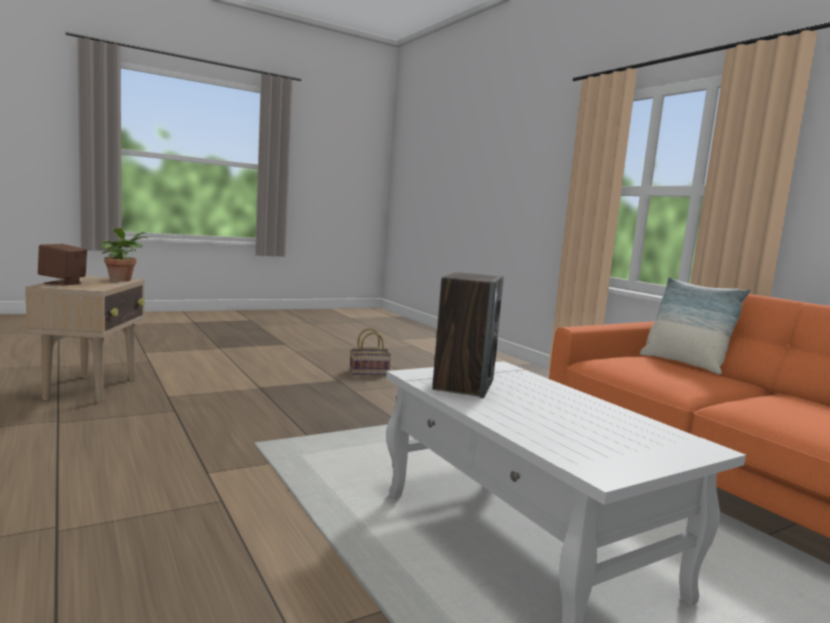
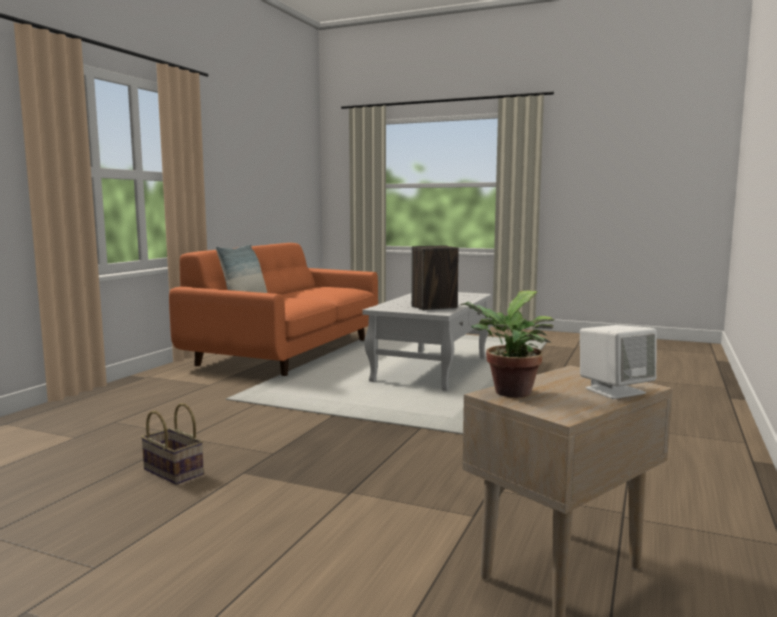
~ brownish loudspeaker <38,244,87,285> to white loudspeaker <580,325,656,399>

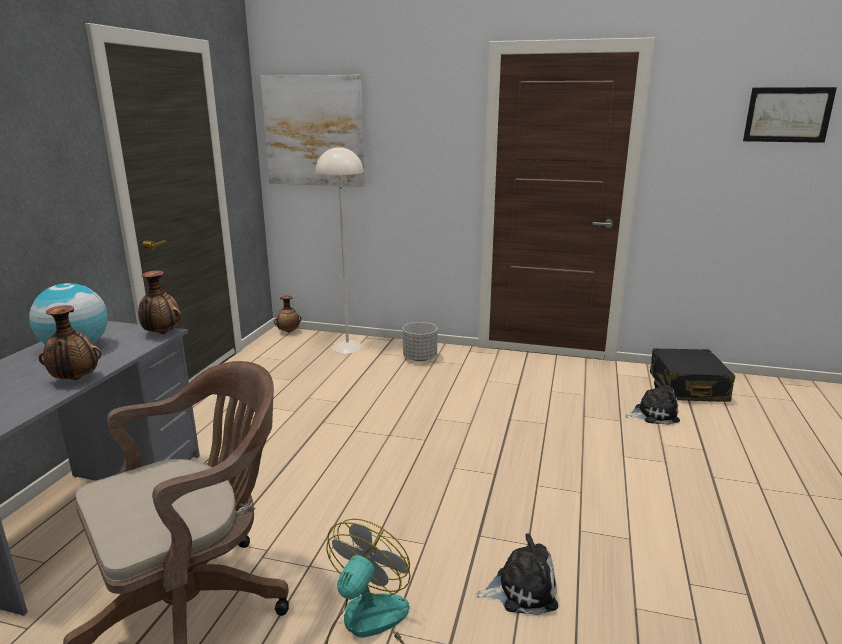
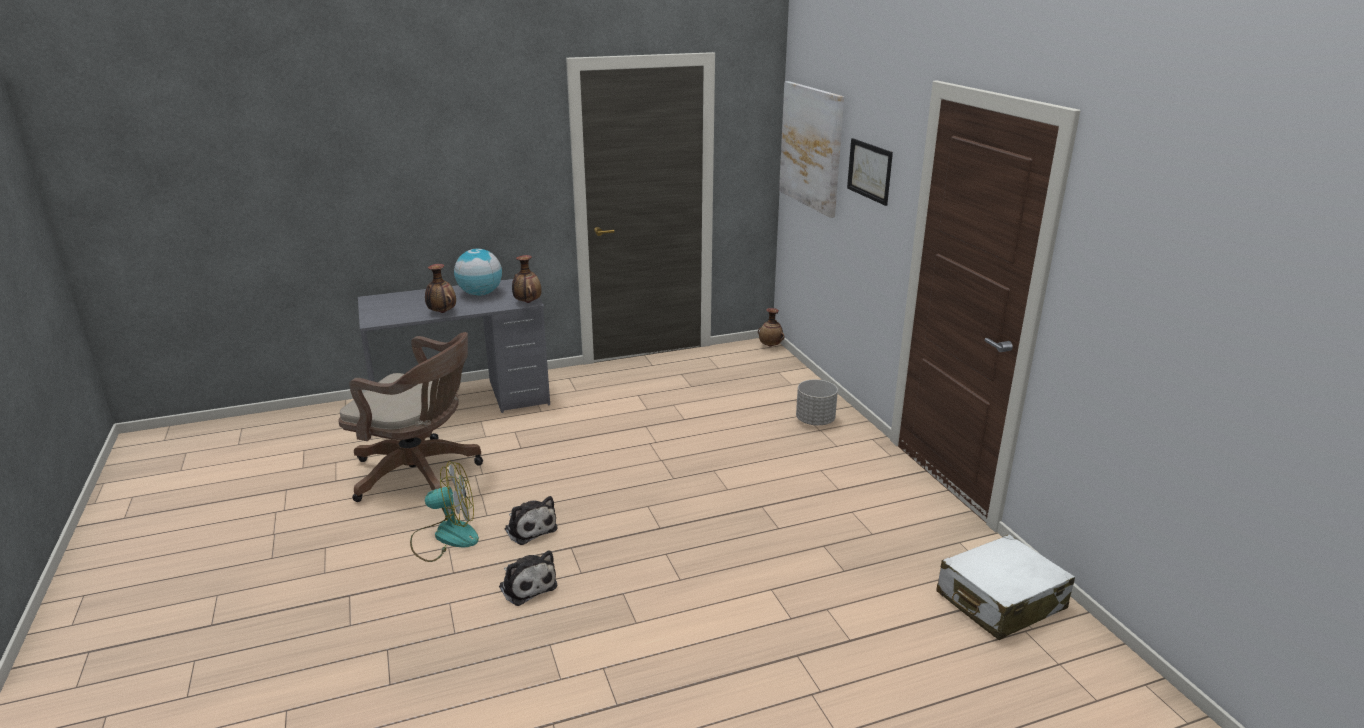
- sand-coloured standing lamp <316,146,364,354>
~ soft toy <625,380,680,425> to <505,496,558,545>
~ wall picture <743,87,837,143> to <847,138,893,206>
~ black travel case <650,348,735,402> to white travel case <936,534,1075,640>

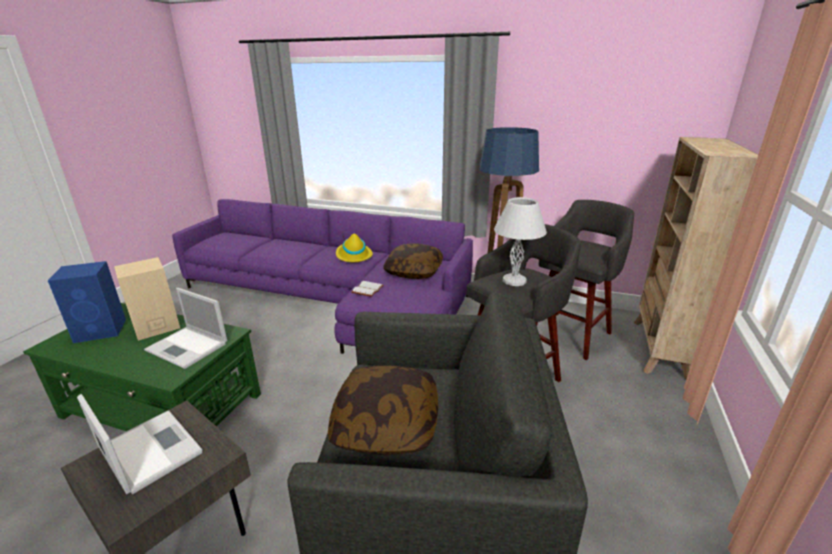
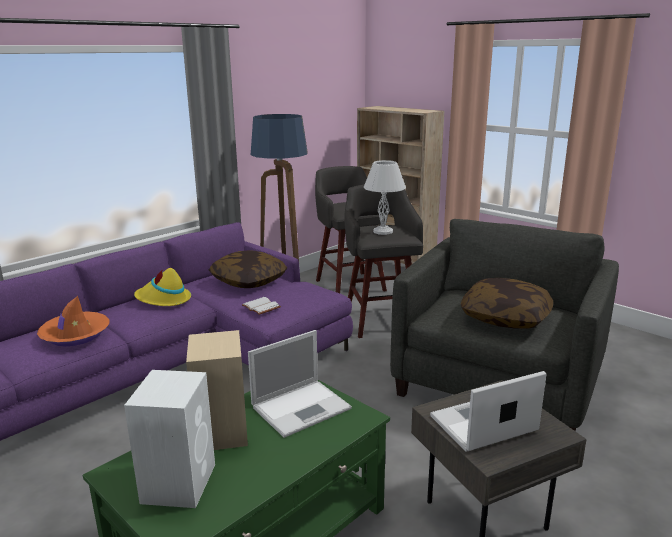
+ orange-coloured wearable hat <37,296,110,346>
~ blue-coloured loudspeaker <48,261,126,343> to white loudspeaker <124,370,215,508>

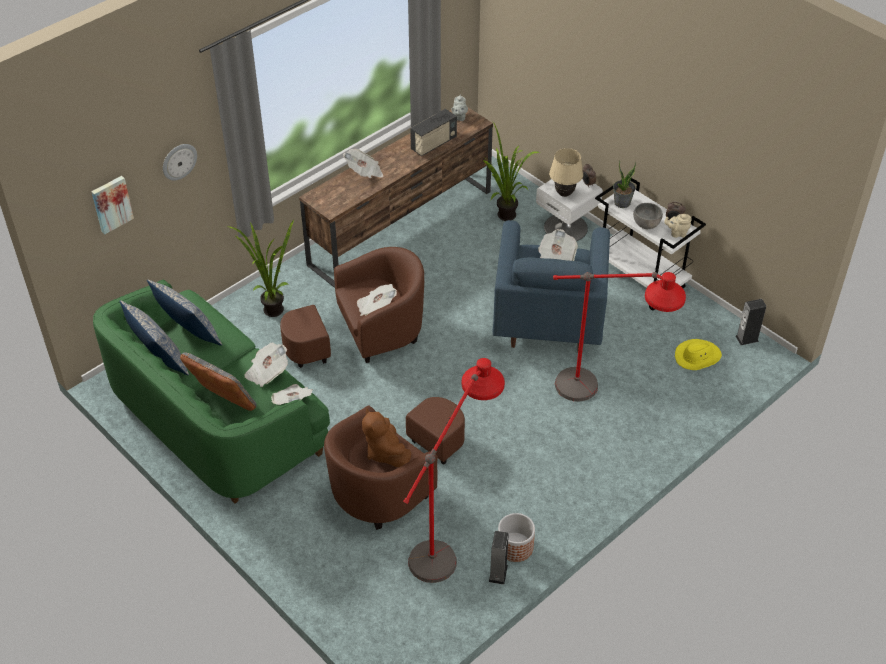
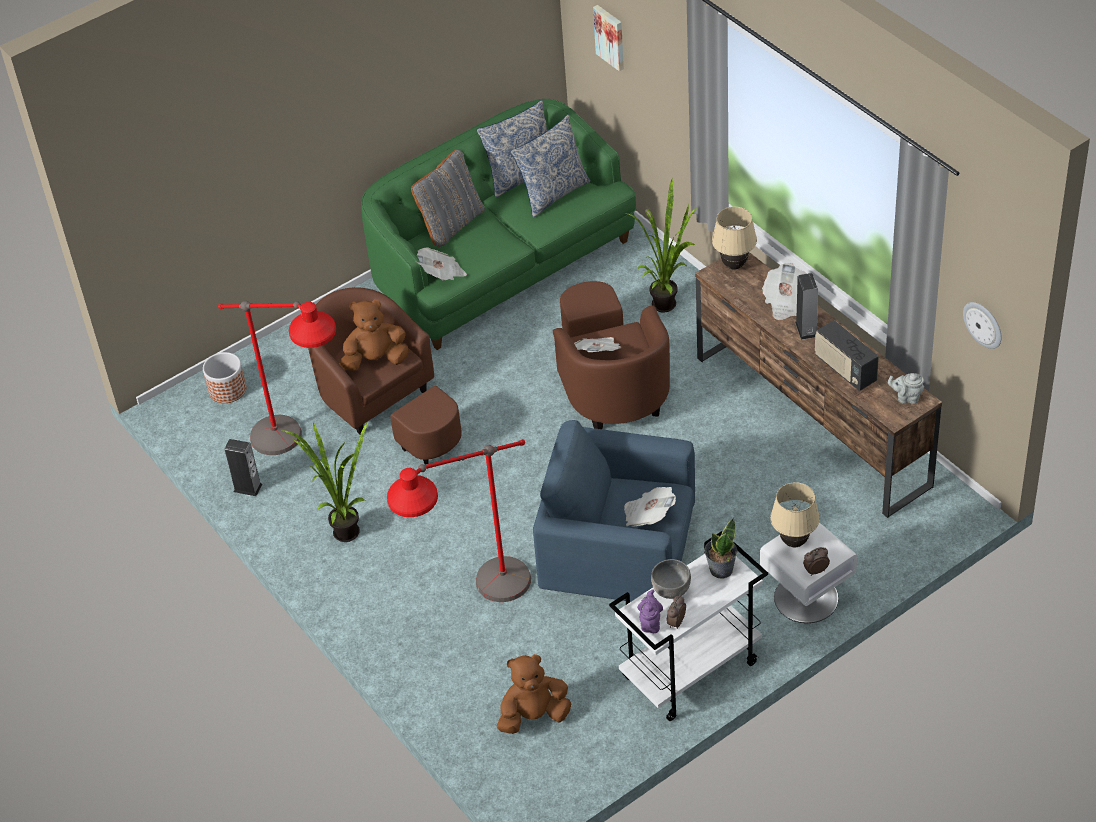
- printed paper <245,342,288,387>
+ sand-coloured table lamp <712,207,757,270>
~ hanging clock <163,144,197,180> to <963,302,1002,349>
~ potted plant <483,120,539,221> to <280,421,368,542>
~ planter <498,513,535,562> to <203,352,246,403>
~ loudspeaker <735,299,766,345> to <795,273,818,340>
~ yellow wearable hat <675,339,722,370> to brownish soft toy <497,654,571,734>
~ sand-coloured tea pot <664,214,692,238> to purplish tea pot <637,589,663,633>

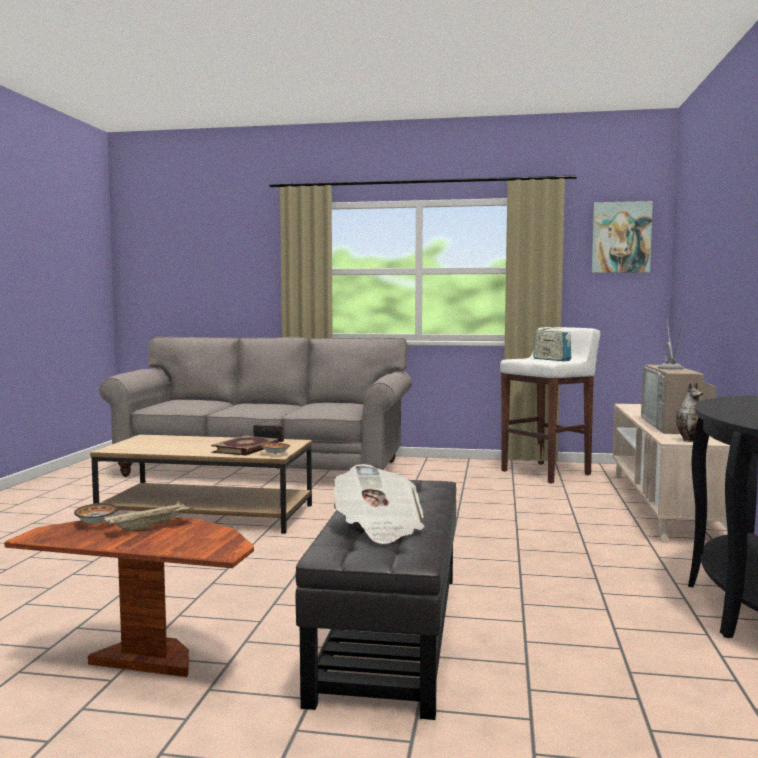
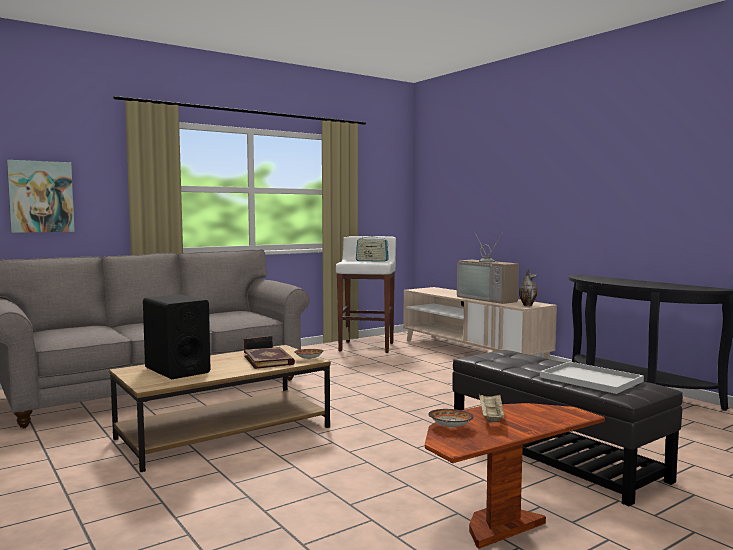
+ black loudspeaker <143,294,211,379>
~ wall picture <591,201,653,273> to <7,160,75,233>
~ printed paper <333,464,424,544> to white serving tray <540,361,644,394>

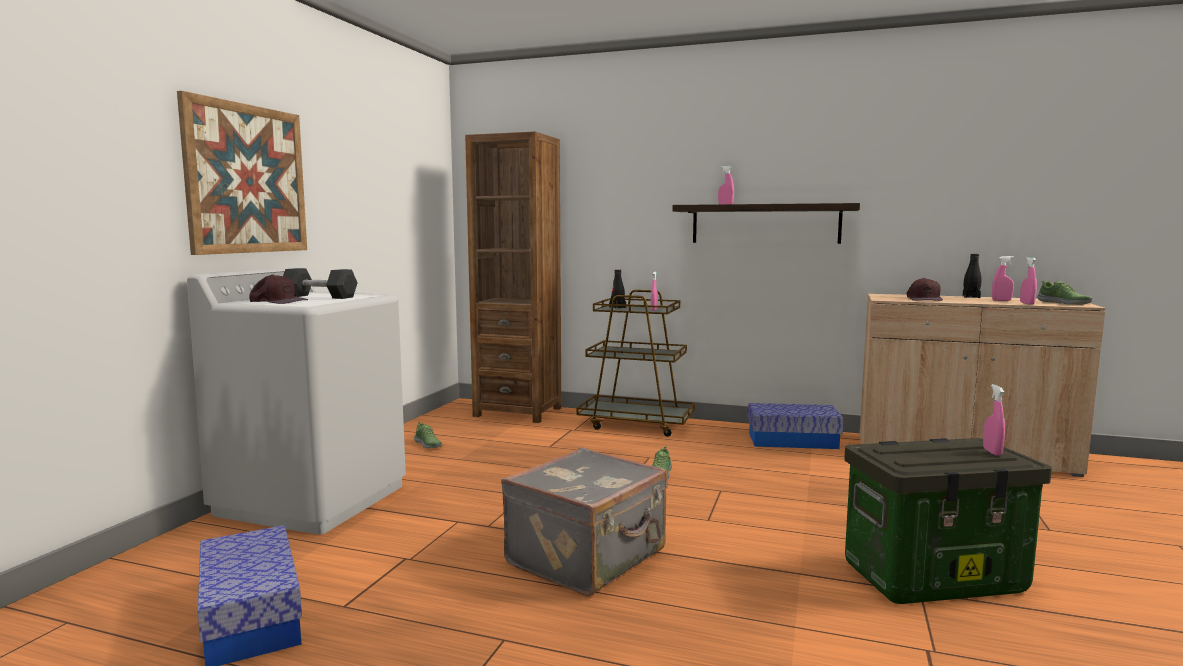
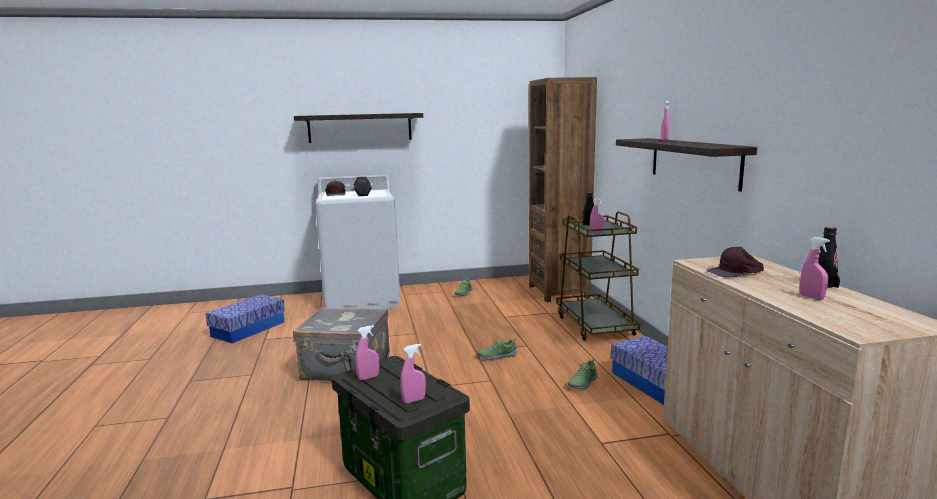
~ pink sprayer <1020,257,1037,305> to <355,325,379,380>
~ shoe <1037,280,1092,305> to <568,359,598,390>
~ wall picture <177,91,307,255> to wall shelf <294,113,423,143>

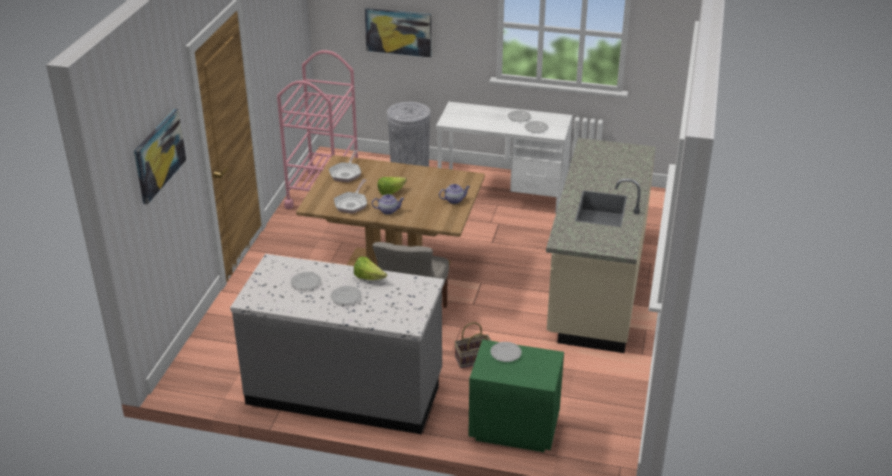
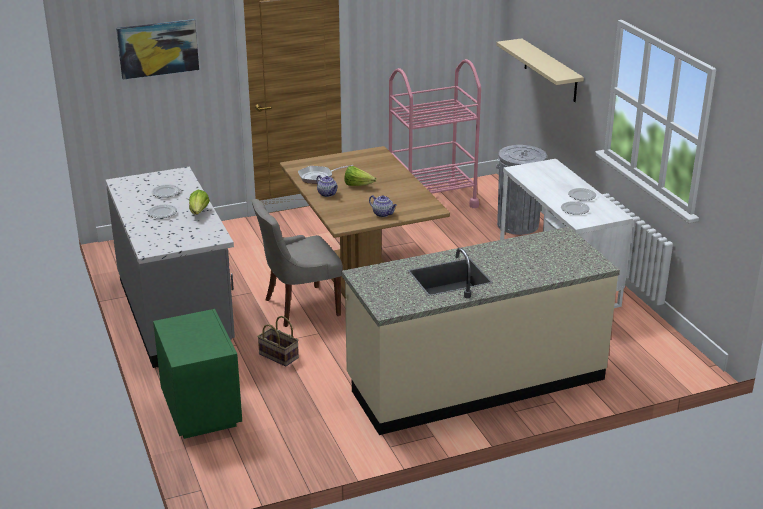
- pan <329,150,361,182>
- dinner plate <490,342,522,362>
~ wall picture <365,8,431,58> to sand-coloured wall shelf <496,38,584,102>

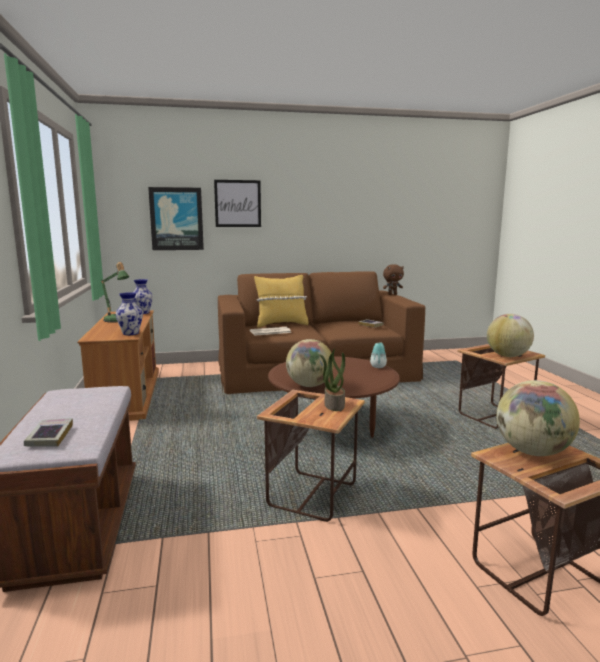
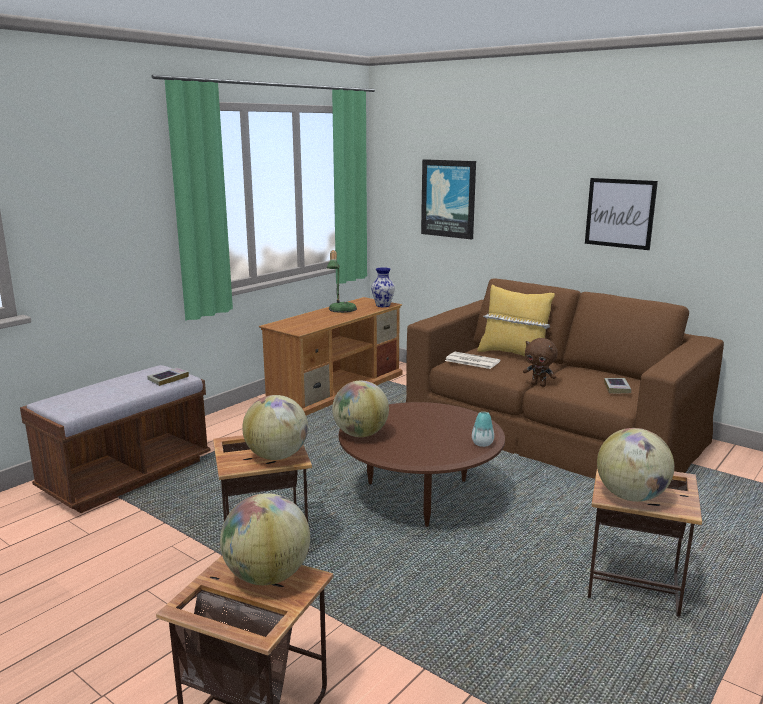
- vase <116,292,143,335>
~ bound book <24,418,73,447> to <147,367,189,386>
~ wall picture <214,180,261,227> to <585,178,658,250>
~ brownish soft toy <383,264,404,295> to <523,338,558,387>
~ potted plant <319,348,345,411> to desk globe <242,395,308,460>

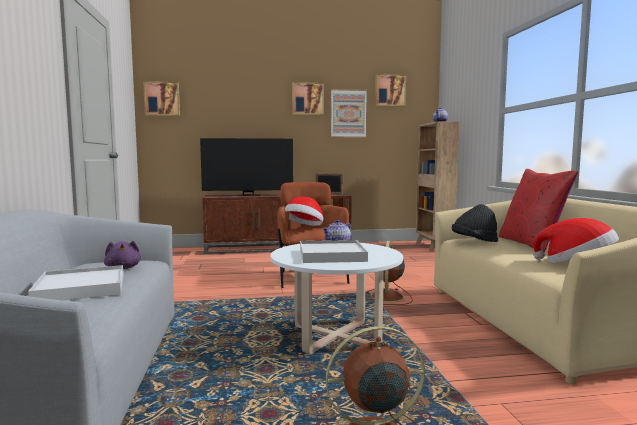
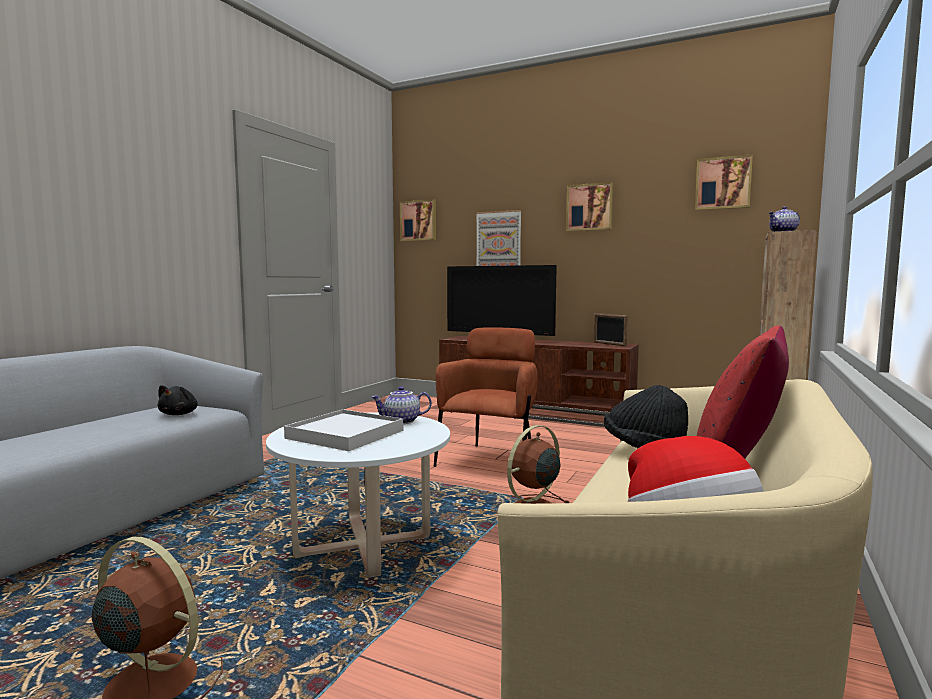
- white serving tray <28,265,123,300>
- wearable hat <285,197,323,226>
~ wall picture <331,89,367,138> to <476,210,522,266>
~ purplish soft toy <104,241,141,269> to black soft toy <157,385,198,415>

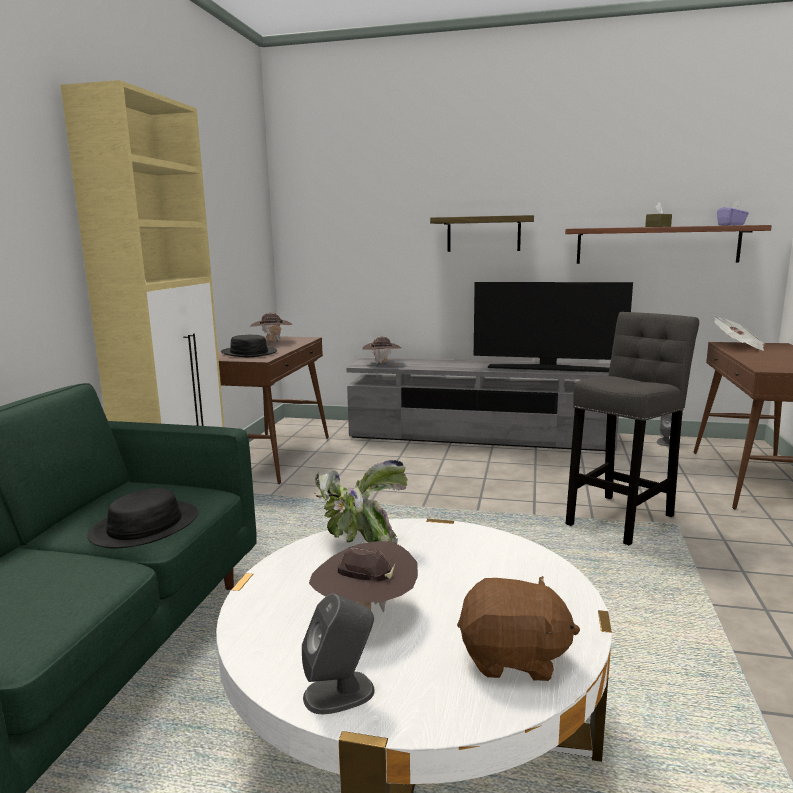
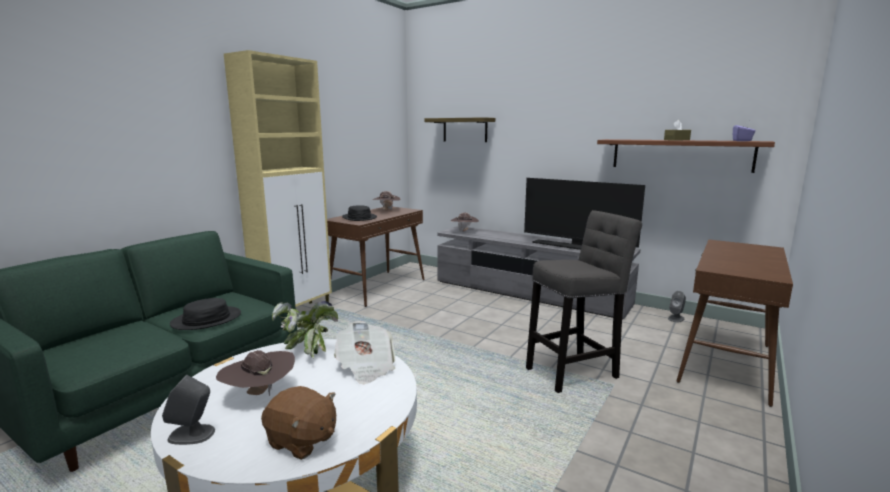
~ wall shelf <430,215,534,252> to <424,117,495,142>
~ printed paper <713,315,764,351> to <334,321,395,385>

